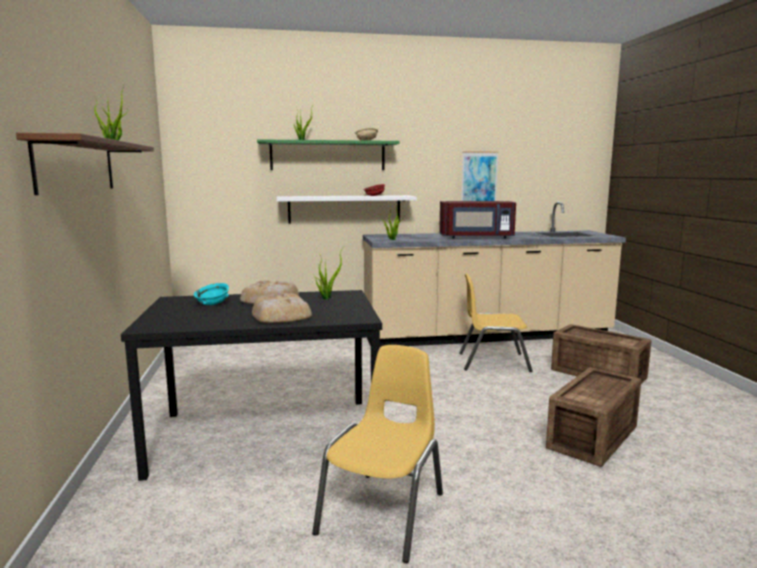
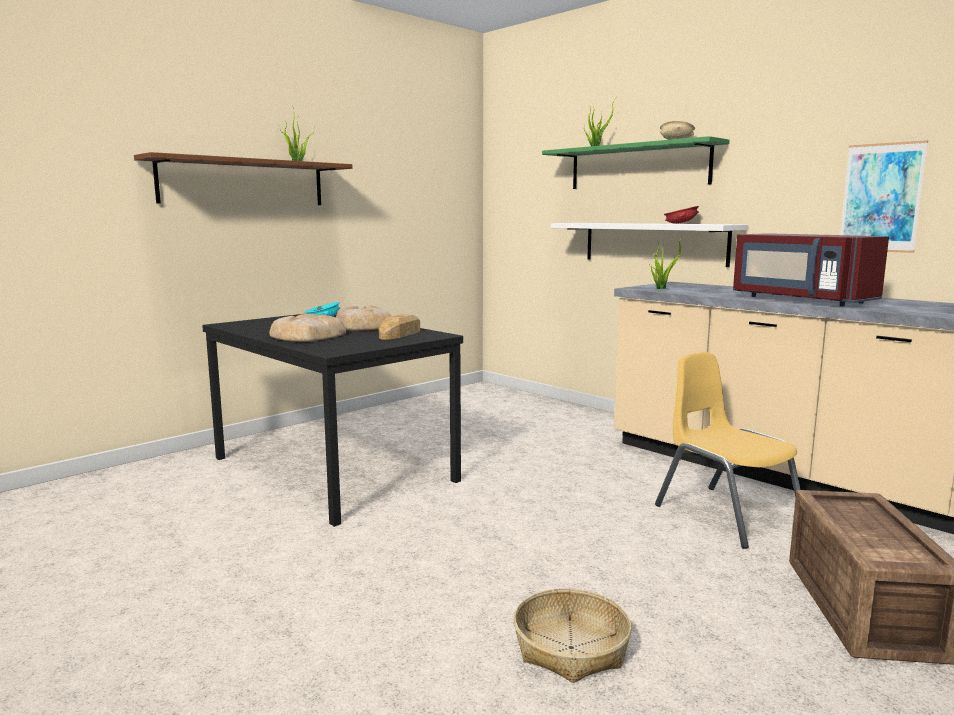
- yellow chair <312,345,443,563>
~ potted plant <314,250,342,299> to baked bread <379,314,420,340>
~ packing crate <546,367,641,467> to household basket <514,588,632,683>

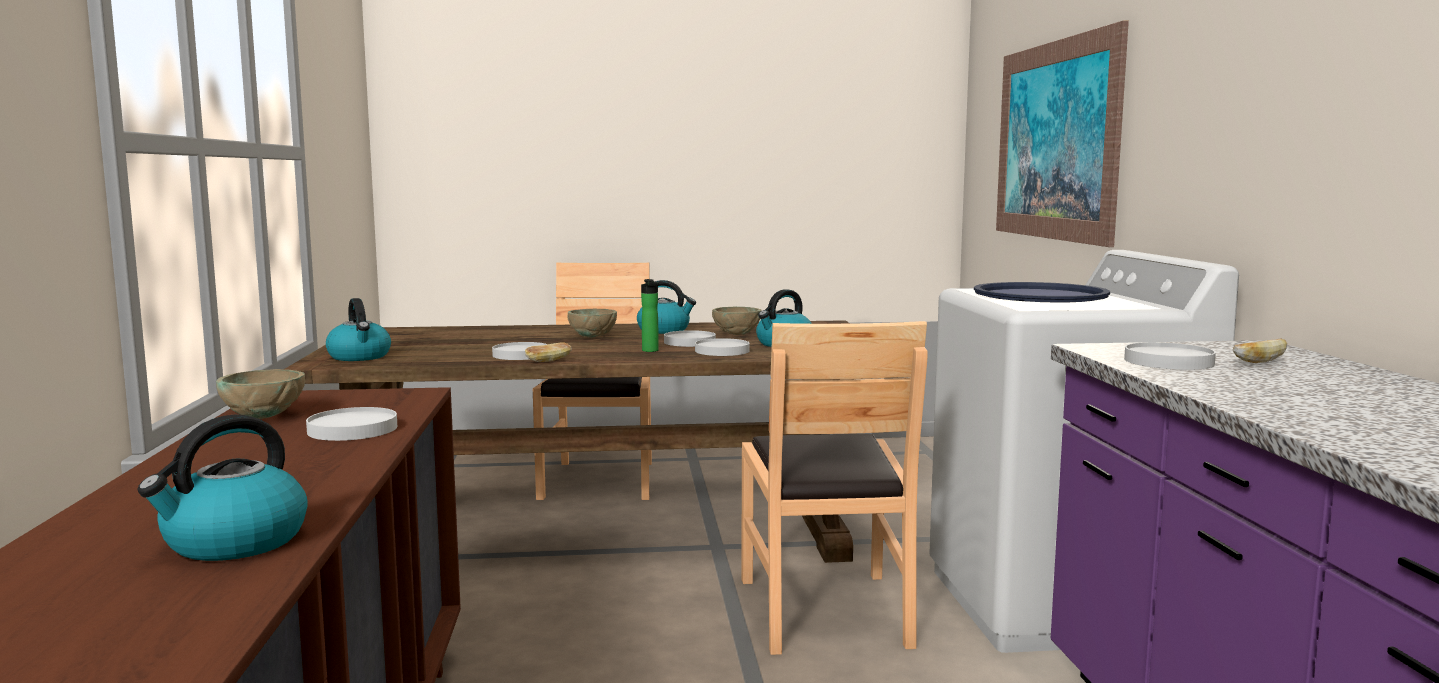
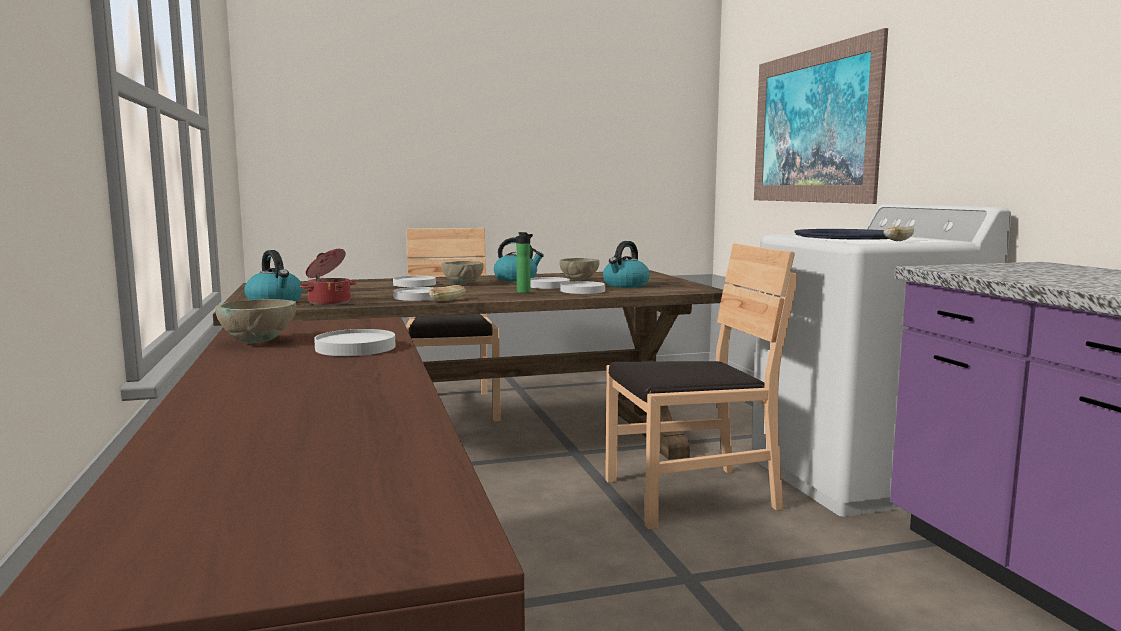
- water kettle <137,415,308,561>
+ stockpot <300,249,357,305>
~ white dinner plate <1124,342,1216,370> to <393,276,436,287>
~ baked bread <1233,338,1287,363> to <883,226,914,241>
~ brownish chair <741,321,928,655> = <605,243,798,529> 90 degrees counterclockwise

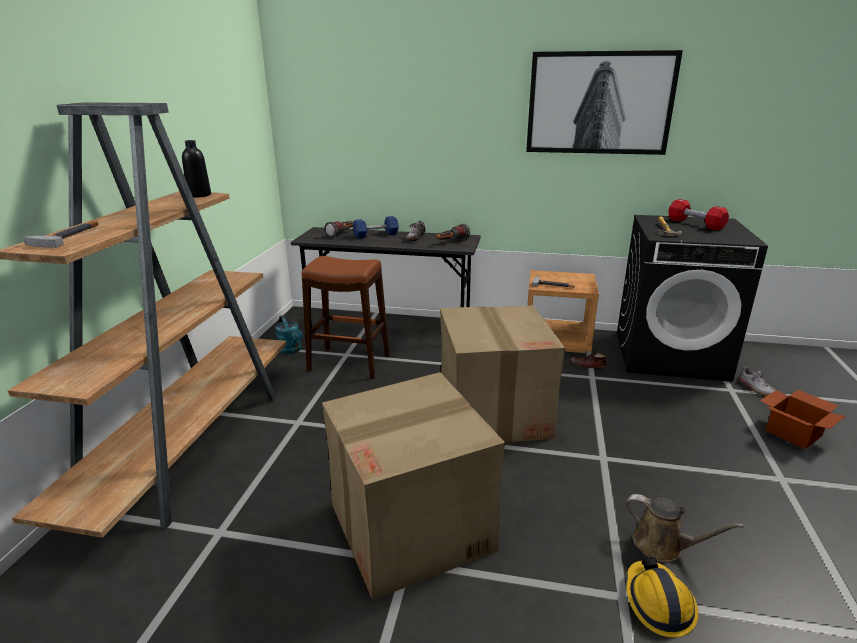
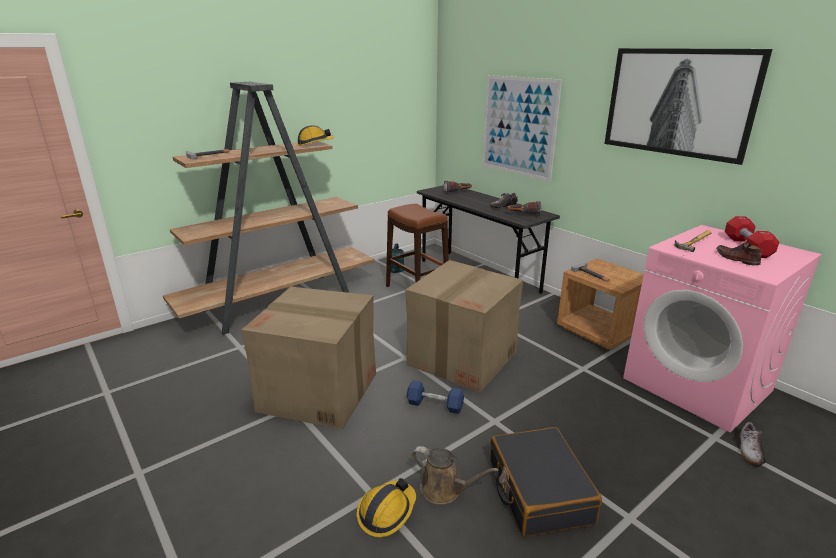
- packing box <760,390,846,449>
+ wall picture <482,75,562,181>
+ black travel case <490,427,602,537>
~ blue-coloured dumbbell <353,216,399,239> to <407,380,464,414>
~ brownish shoe <571,352,607,369> to <716,242,762,266>
~ black bottle <182,140,211,198> to hard hat <296,125,334,146>
~ black laundry machine <617,215,768,382> to pink laundry machine <623,225,822,433>
~ brownish sprinkling can <626,494,744,562> = <412,446,499,505> 45 degrees counterclockwise

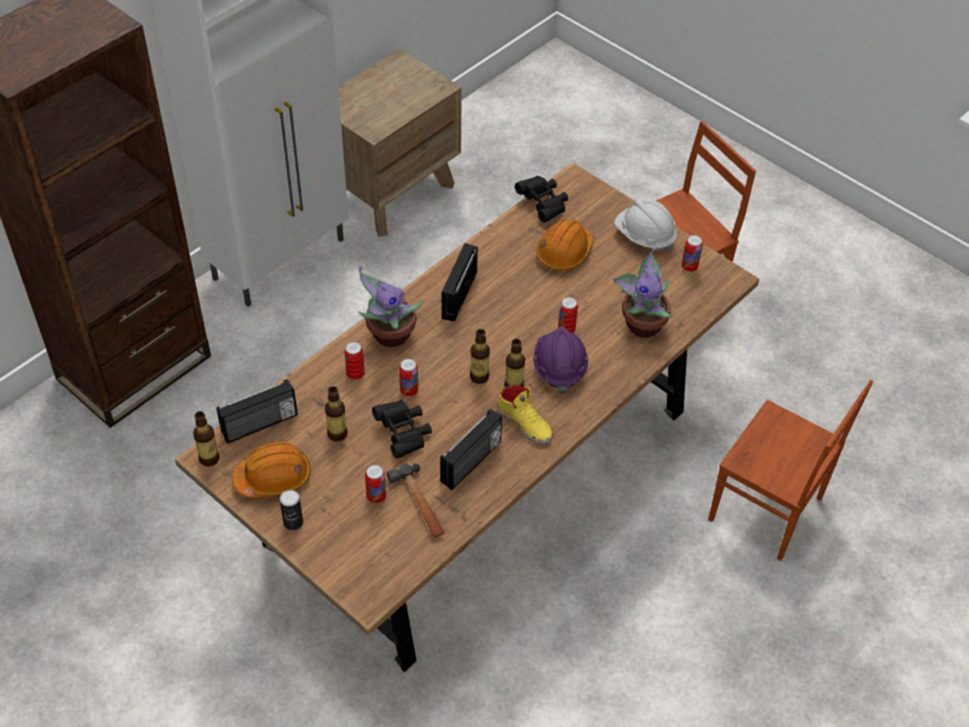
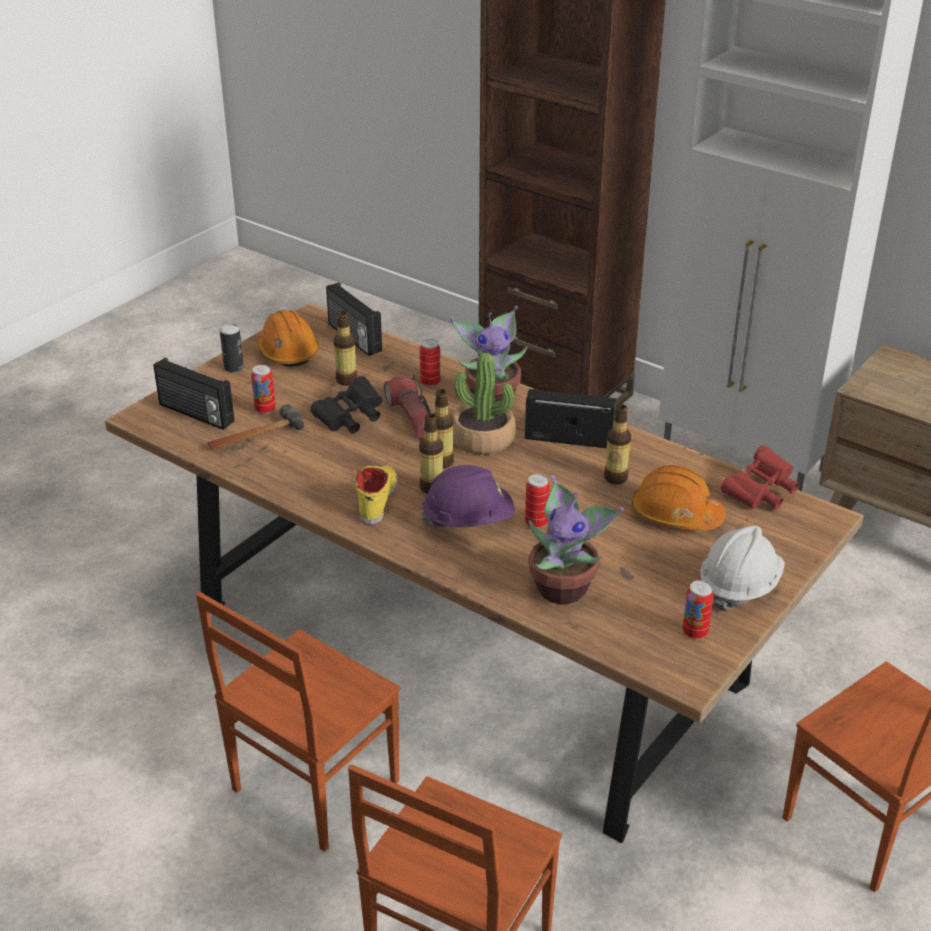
+ brownish chair <196,592,400,852>
+ potted plant <452,352,516,455>
~ bottle <193,411,220,467> to <604,404,631,484>
~ radio receiver <440,409,502,490> to <153,357,234,430>
~ sealed can <399,358,418,397> to flashlight <384,374,431,439>
~ black field glasses <515,176,568,222> to red field glasses <721,445,799,510>
~ yellow shoe <497,385,553,444> = <354,466,397,525> 150 degrees clockwise

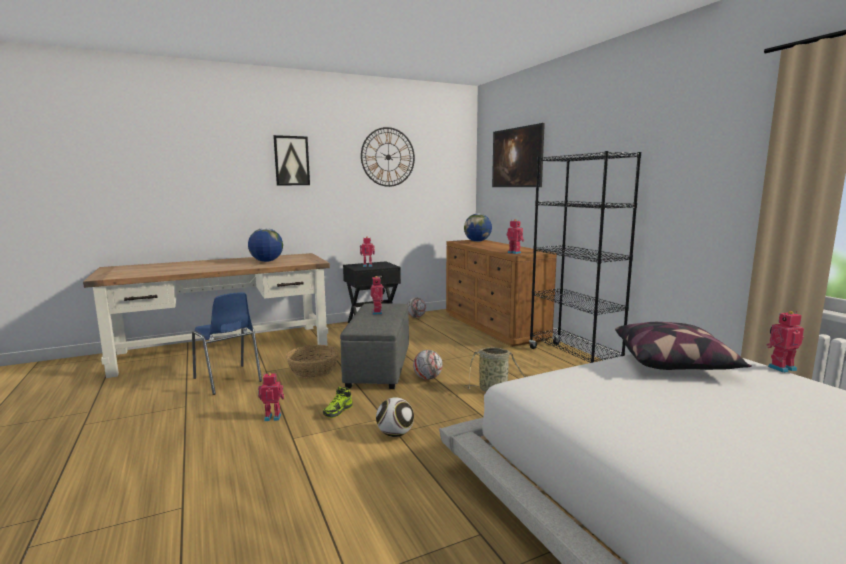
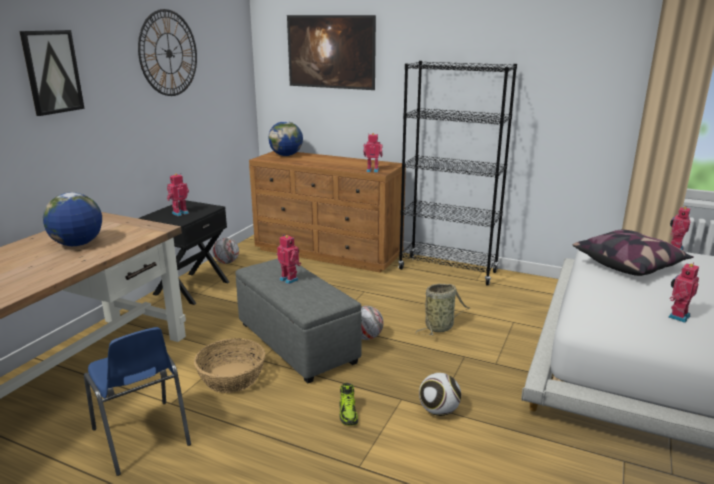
~ robot figure <258,373,284,421> to <668,262,699,323>
~ blue-coloured chair <192,292,262,395> = <84,327,191,476> 45 degrees clockwise

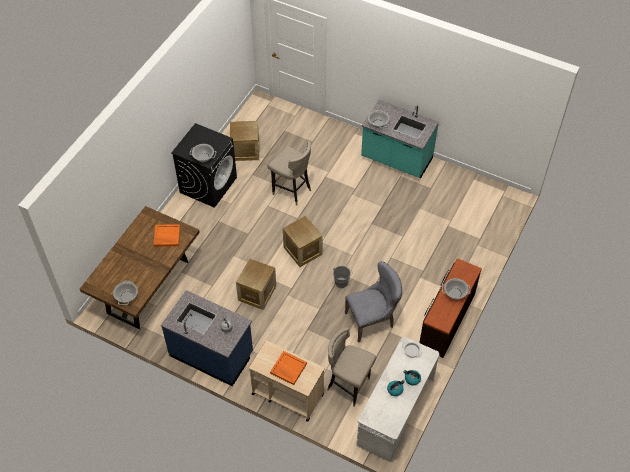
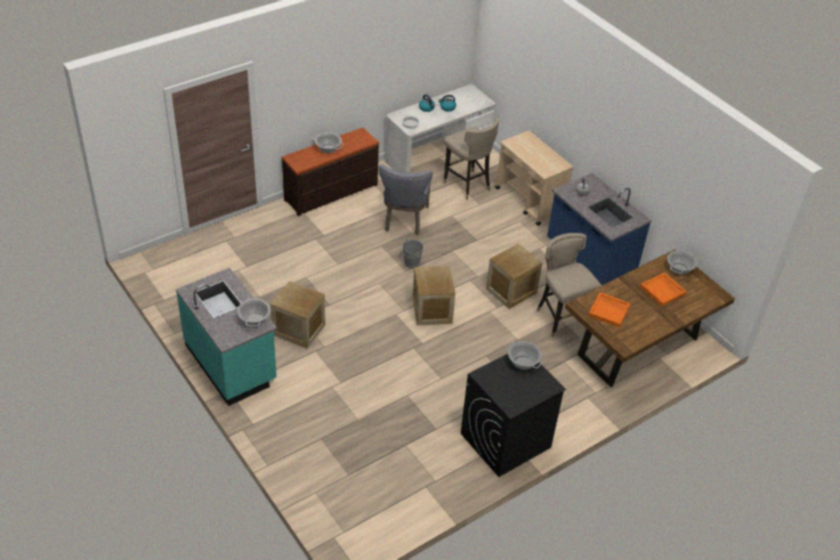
~ packing crate <230,121,259,161> to <270,281,325,349>
~ sand-coloured sitting stool <268,141,311,206> to <536,233,601,337>
~ orange-coloured serving tray <270,351,307,385> to <640,272,687,306>
~ grey chair <345,261,402,343> = <378,164,433,235> 90 degrees counterclockwise

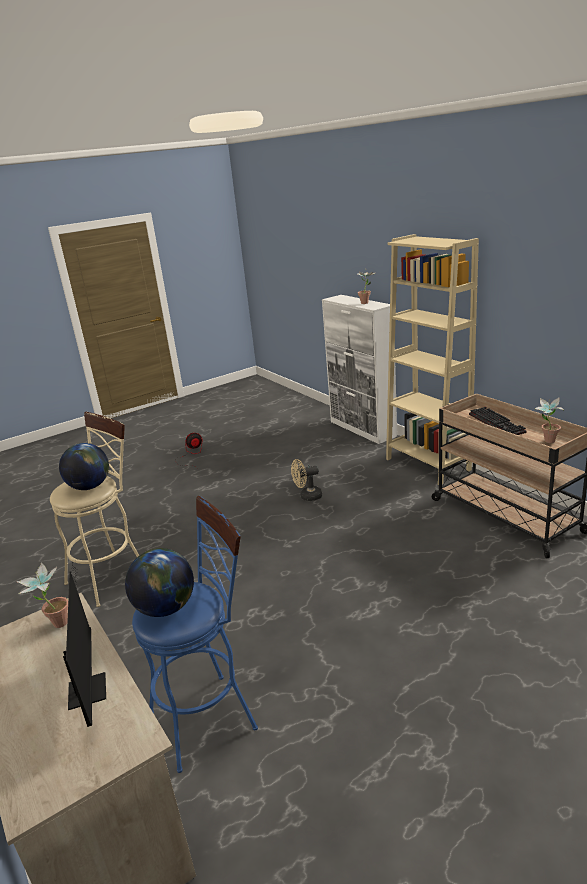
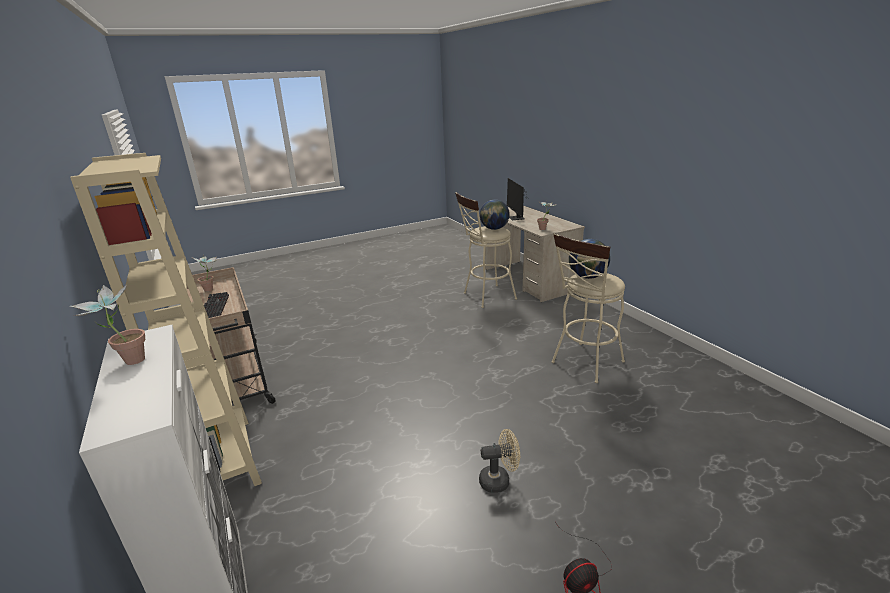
~ sand-coloured fan <291,459,322,501> to <479,429,520,493>
~ blue-coloured sitting stool <132,496,258,773> to sand-coloured sitting stool <455,192,517,308>

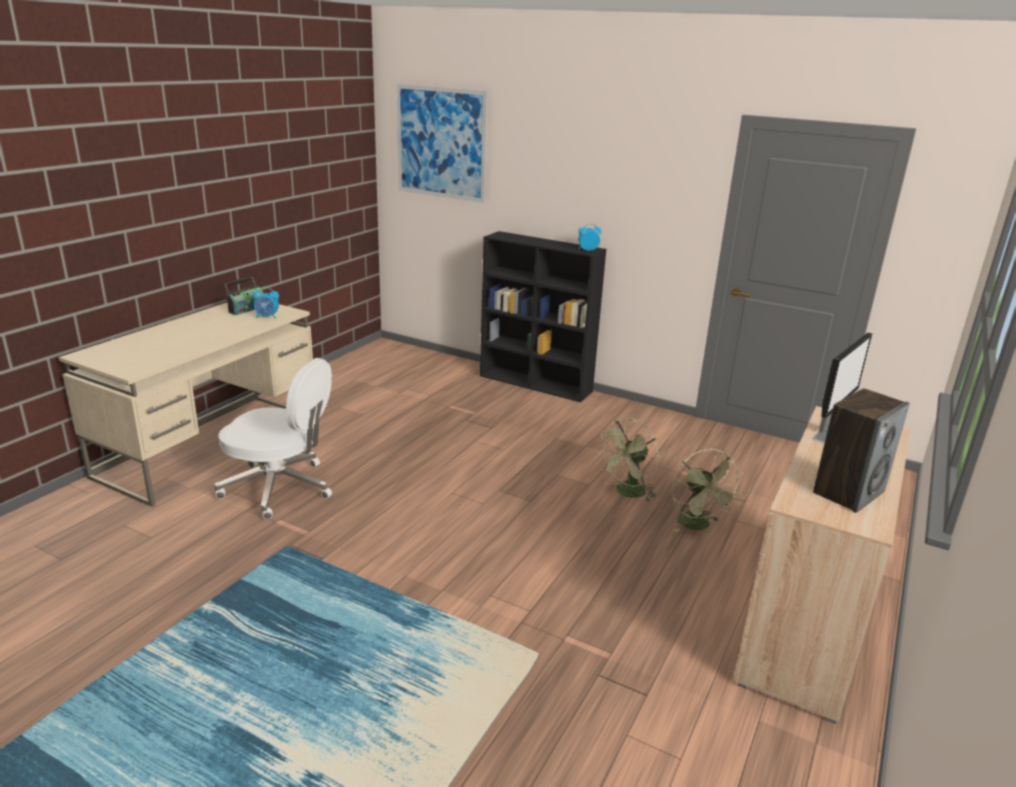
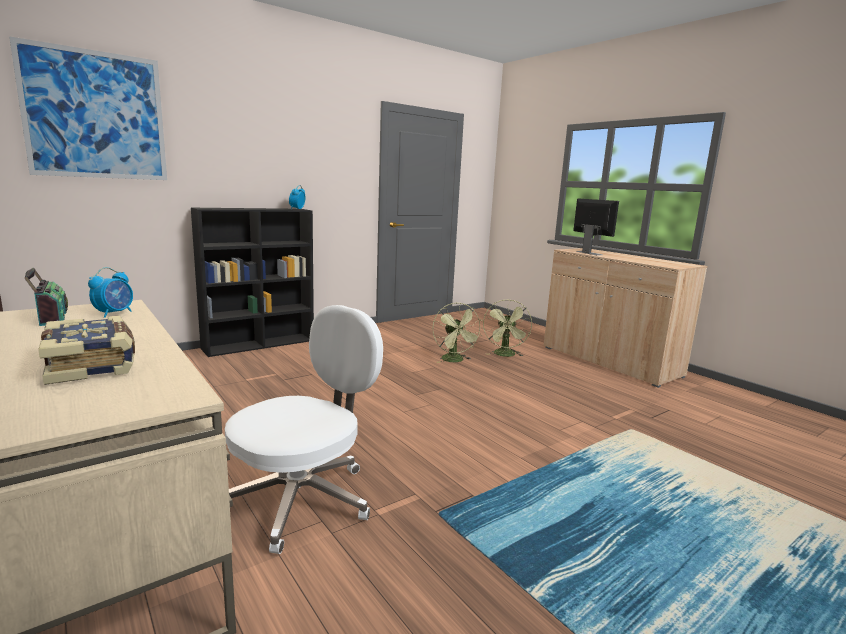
- loudspeaker <813,388,910,513>
+ bound book <38,316,135,385>
~ green fan <672,449,744,532> = <483,299,532,357> 90 degrees clockwise

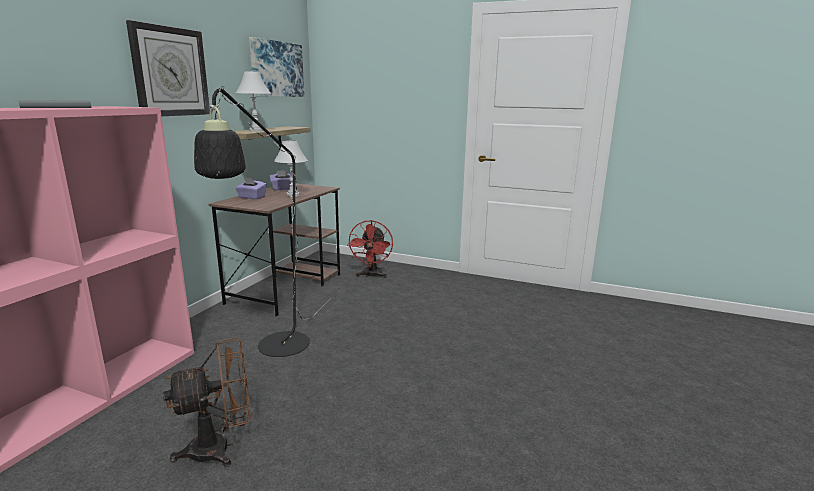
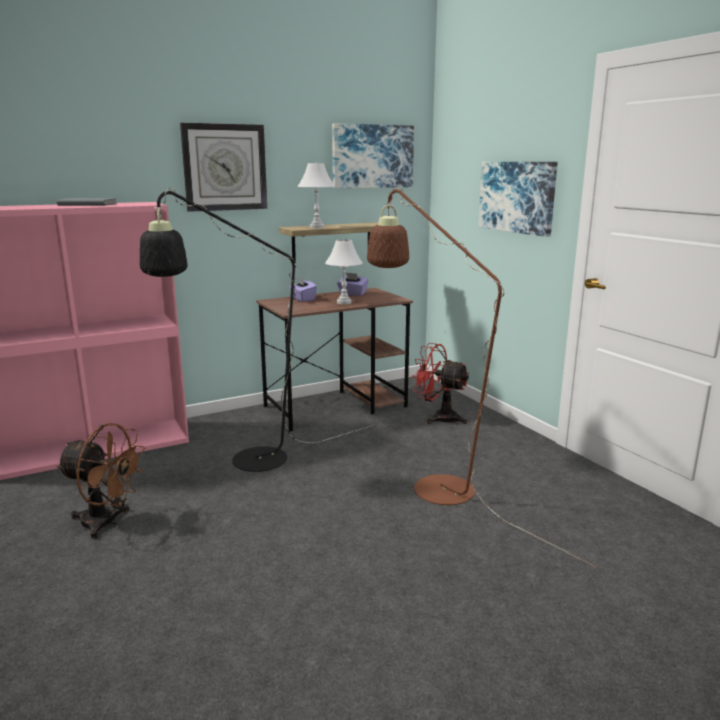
+ brownish standing lamp <367,187,597,567>
+ wall picture <478,162,558,237>
~ red fan <347,220,393,278> = <412,343,469,424> 75 degrees clockwise

